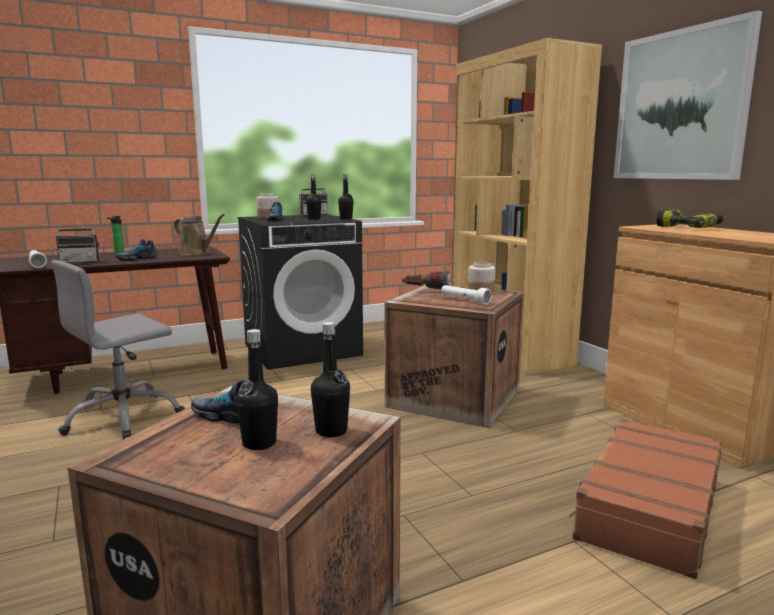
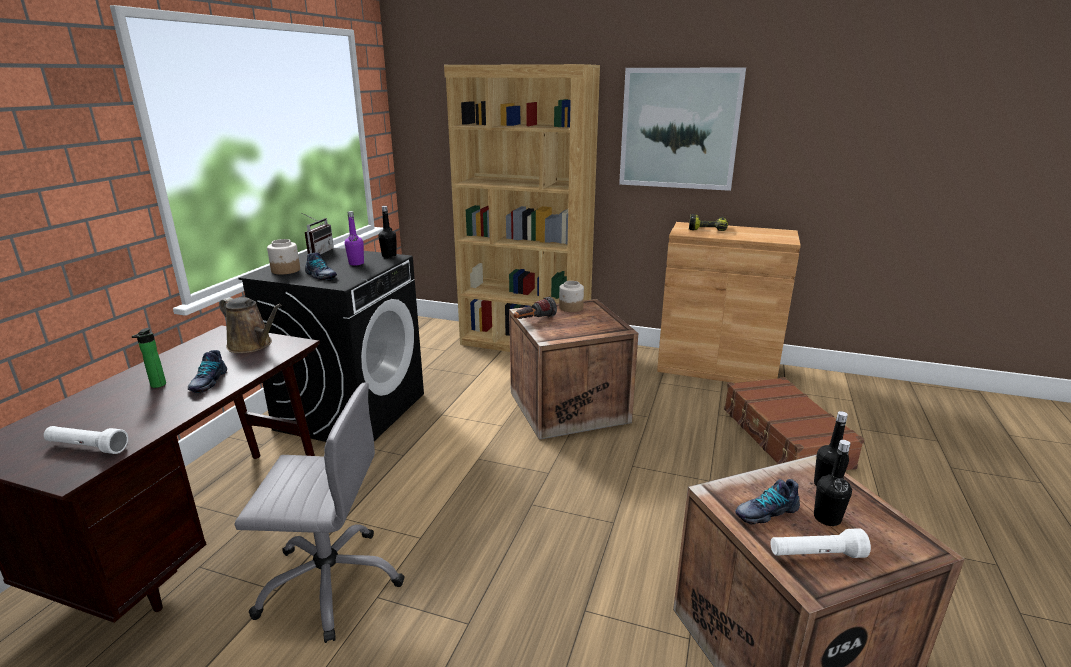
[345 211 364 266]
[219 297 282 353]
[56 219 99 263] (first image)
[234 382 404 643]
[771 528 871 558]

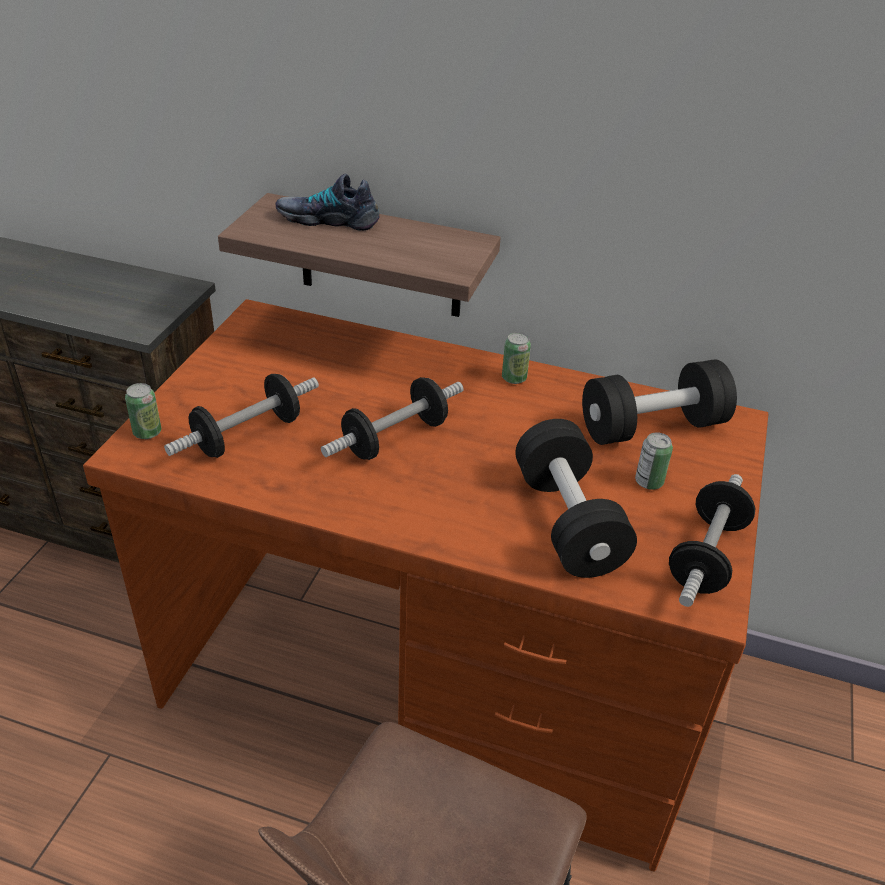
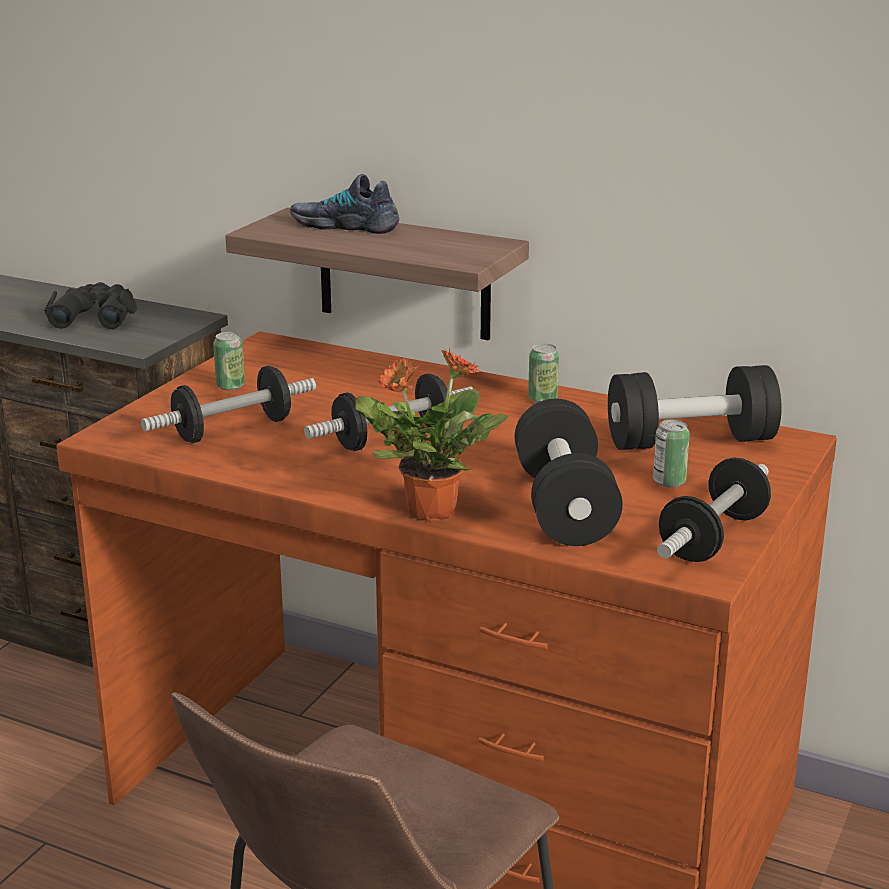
[213 332 245 391]
[44 282 137 329]
[355 347 509 521]

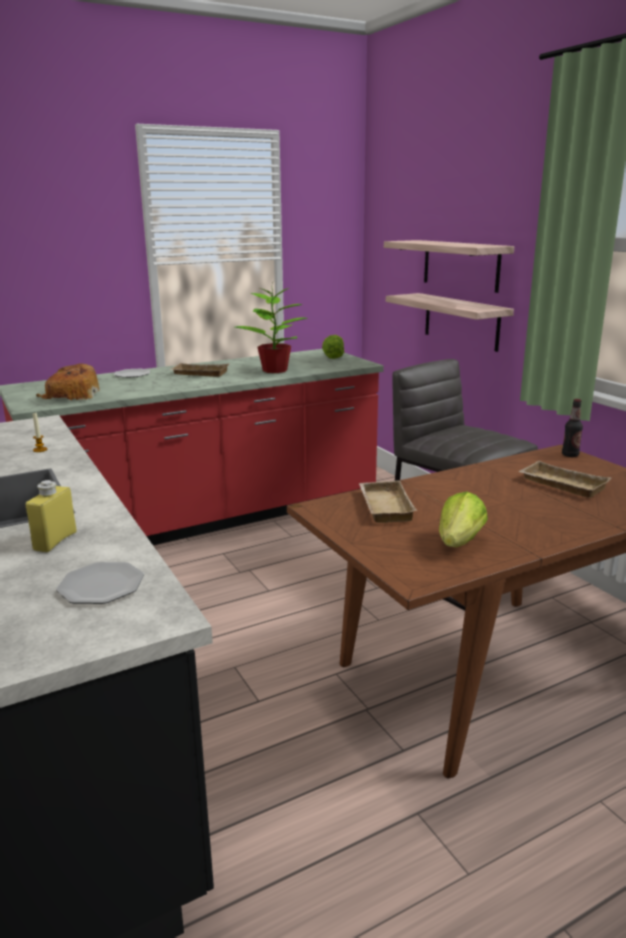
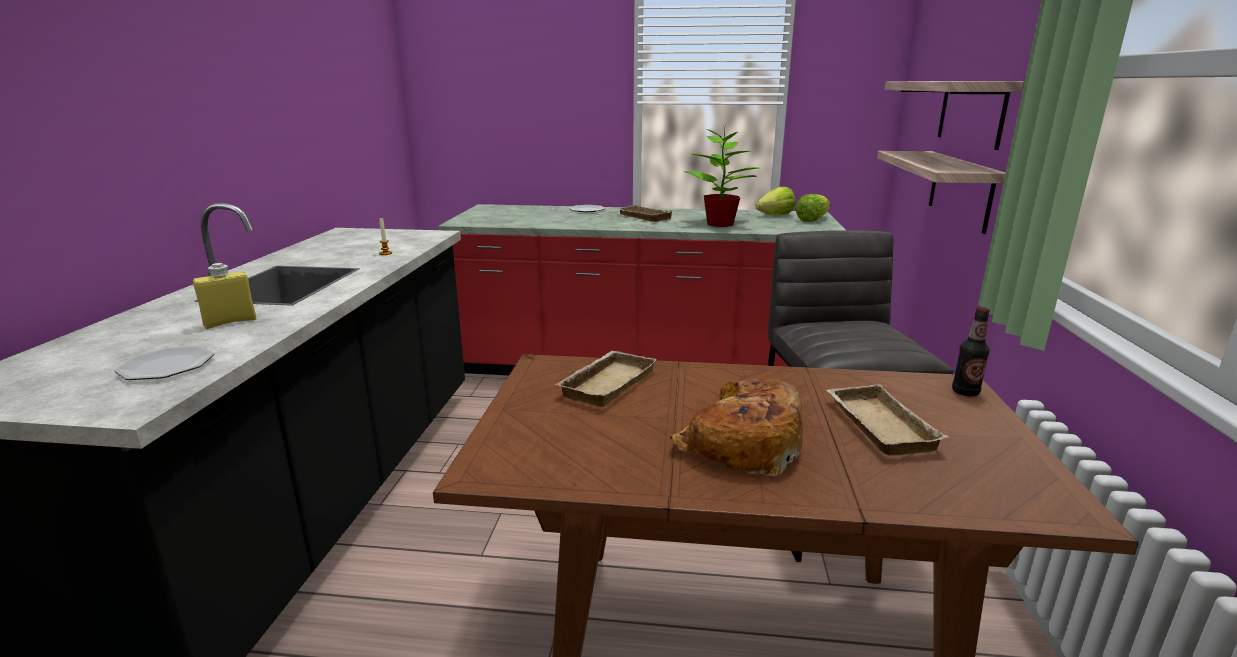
[670 378 803 476]
[756 186 796 216]

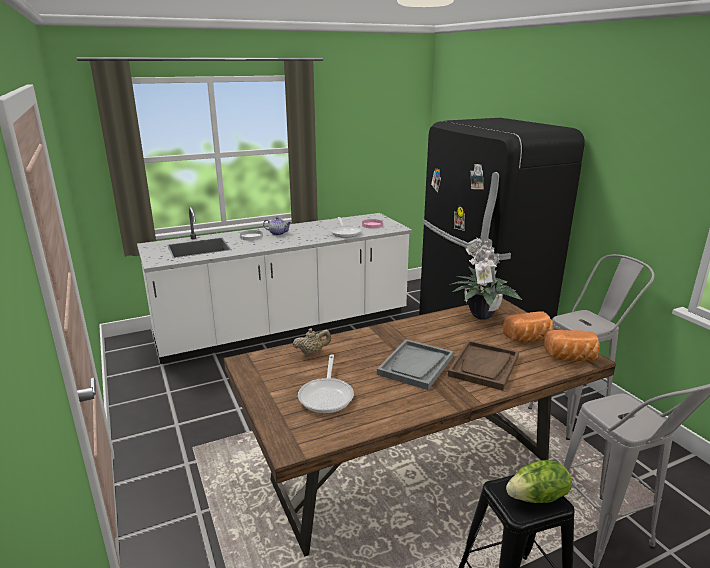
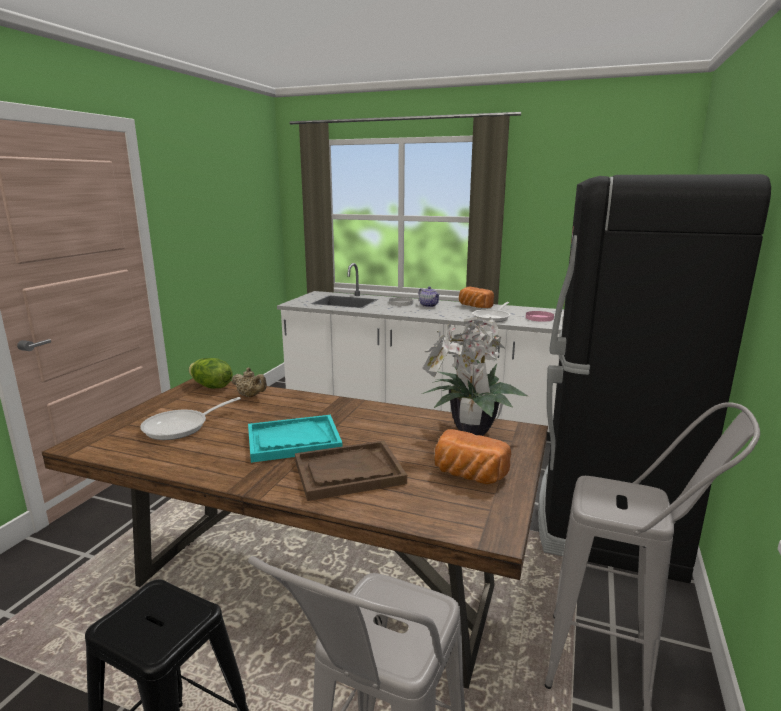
[459 286 494 308]
[248 415 343 463]
[189 358 233 388]

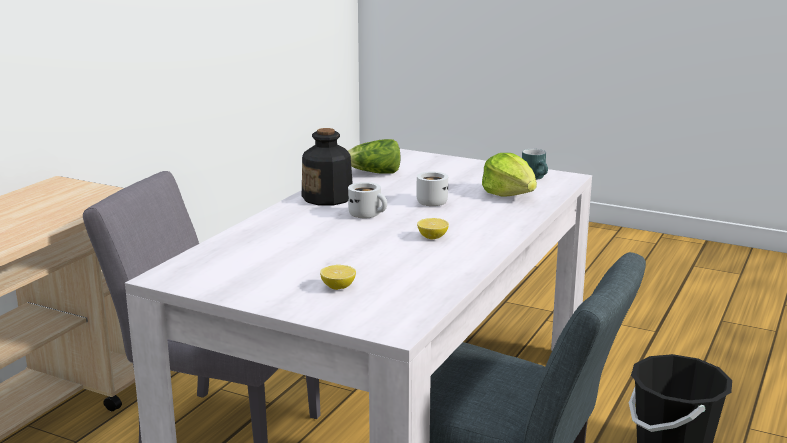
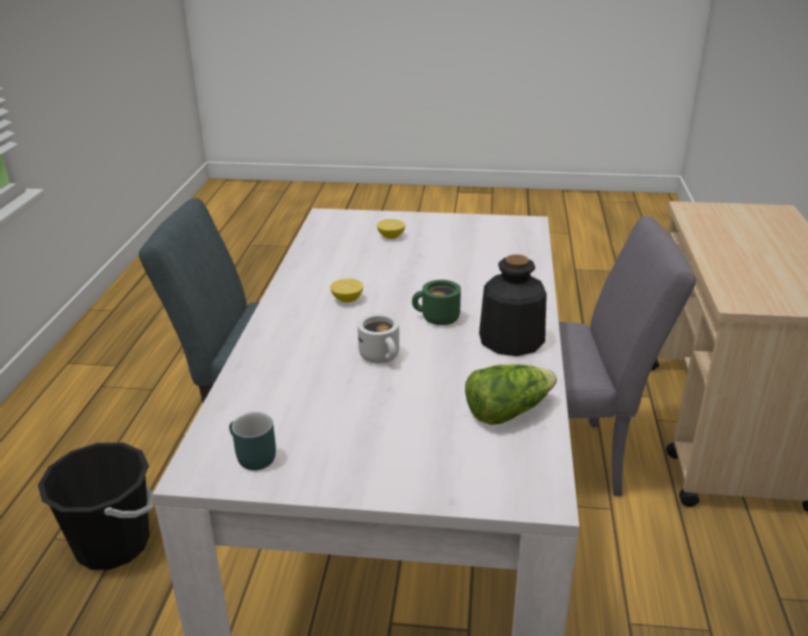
[482 153 537 196] (first image)
[412 280 461 325]

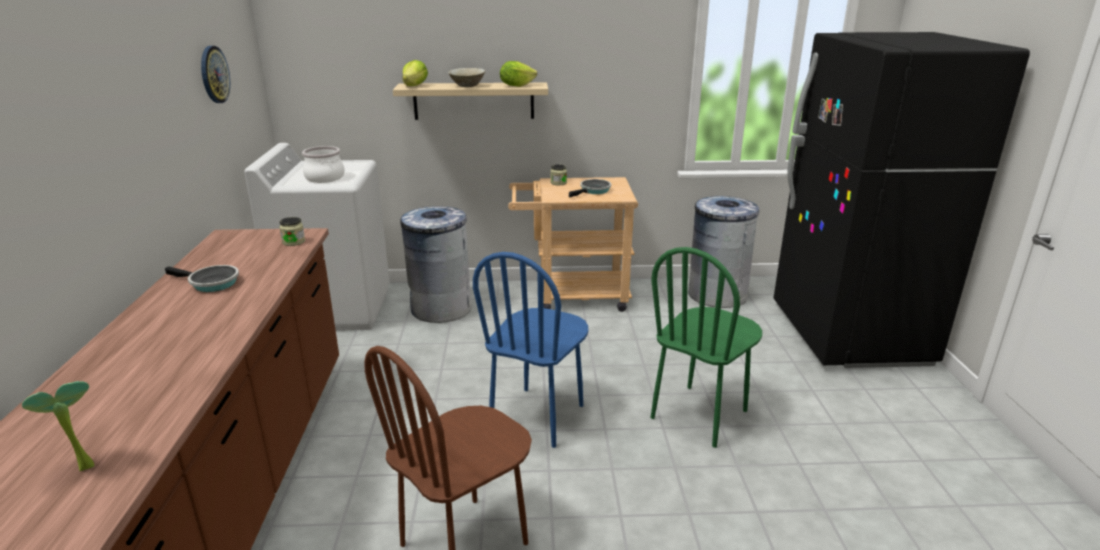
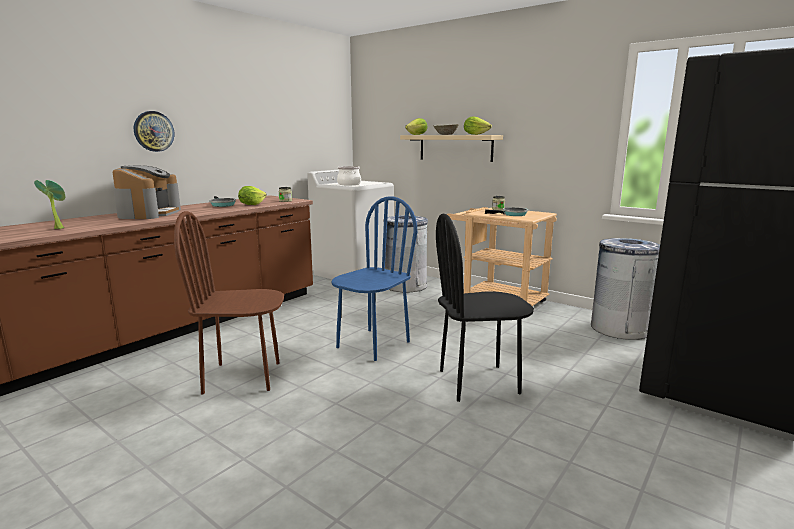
[134 111 174 152]
[436 214 534 402]
[332 196 417 361]
[113 165 181 219]
[238 186 267 205]

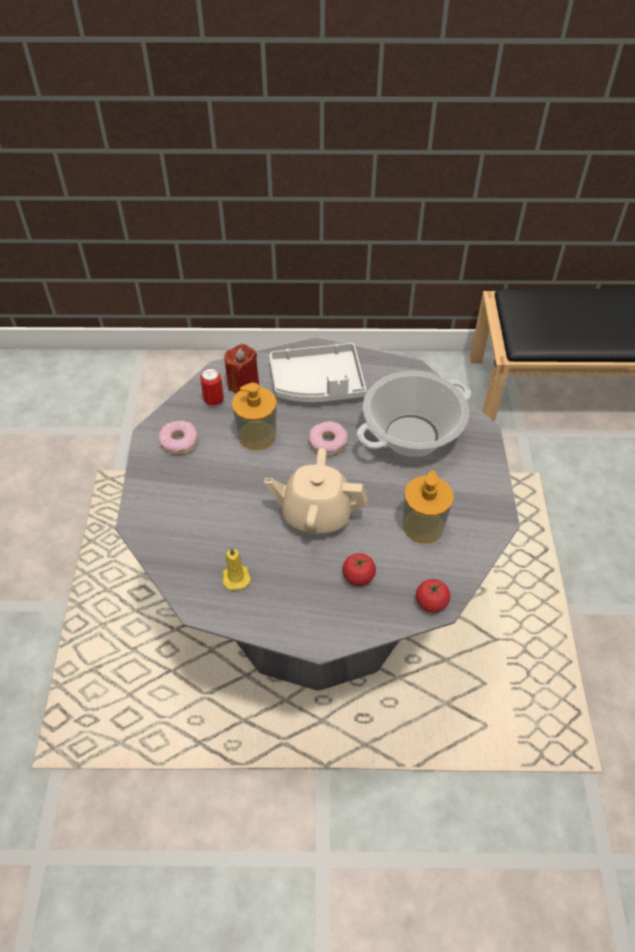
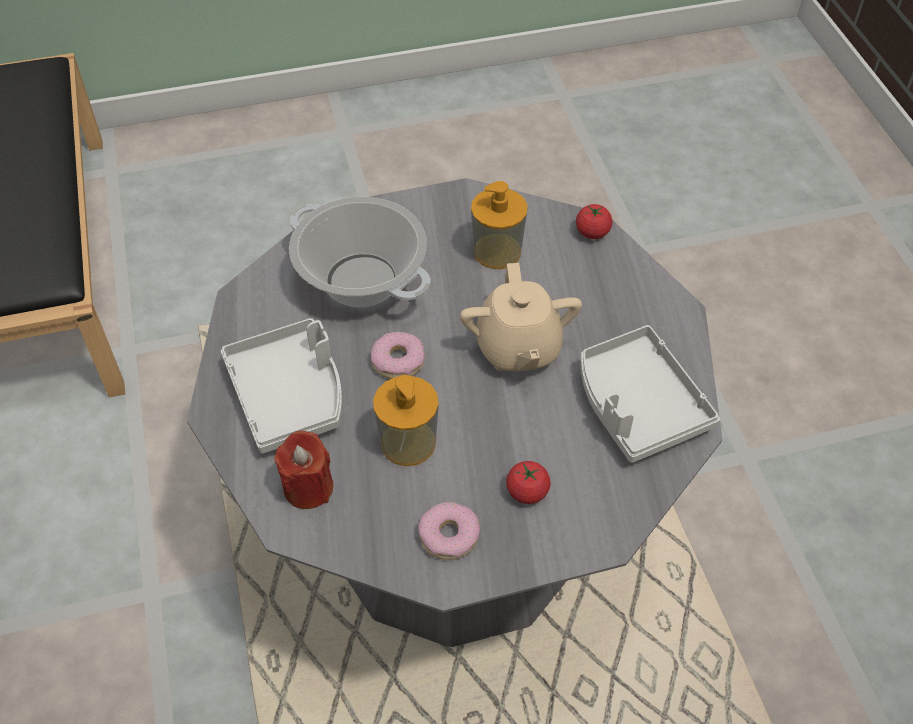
[200 368 224 407] (first image)
[581 325 720 463]
[506 461 550 504]

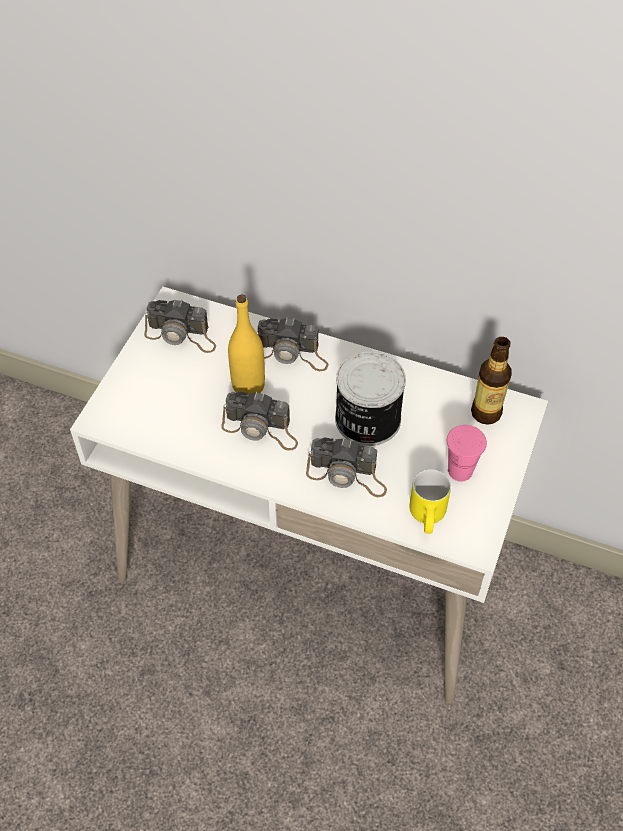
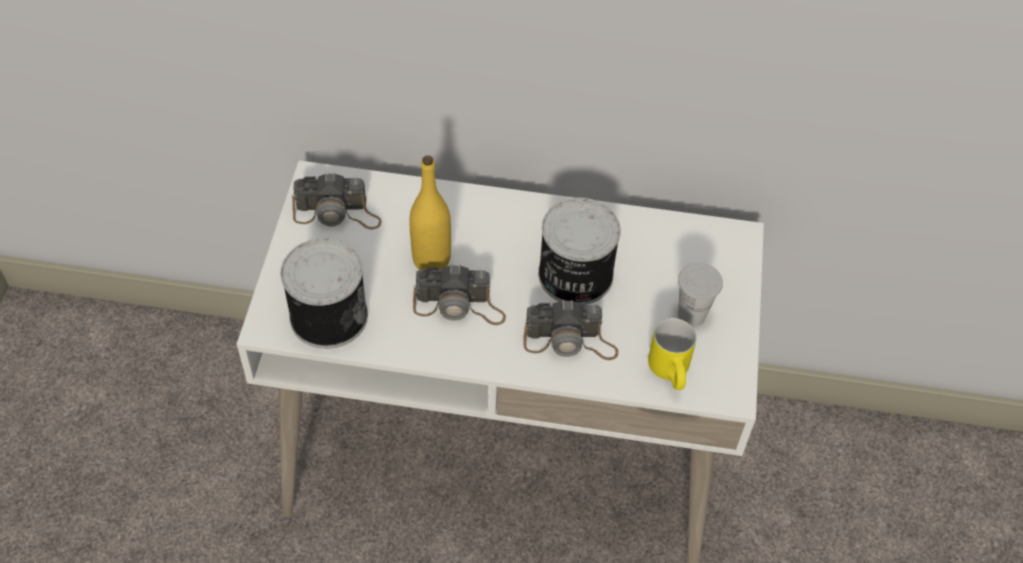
[257 317 328 371] (first image)
[471 337 512 425] (first image)
[678 263 723 327]
[281 238 368 349]

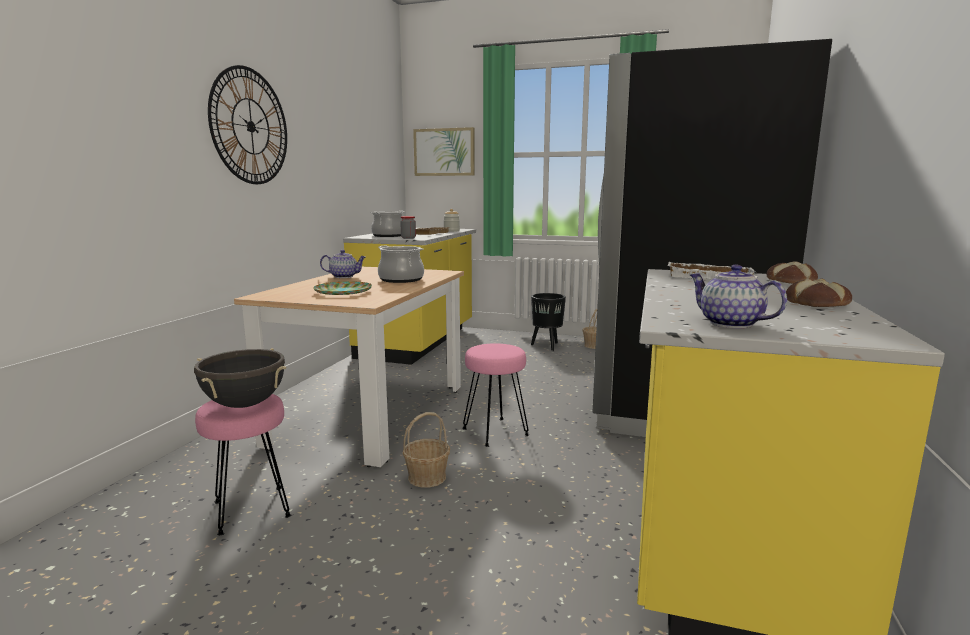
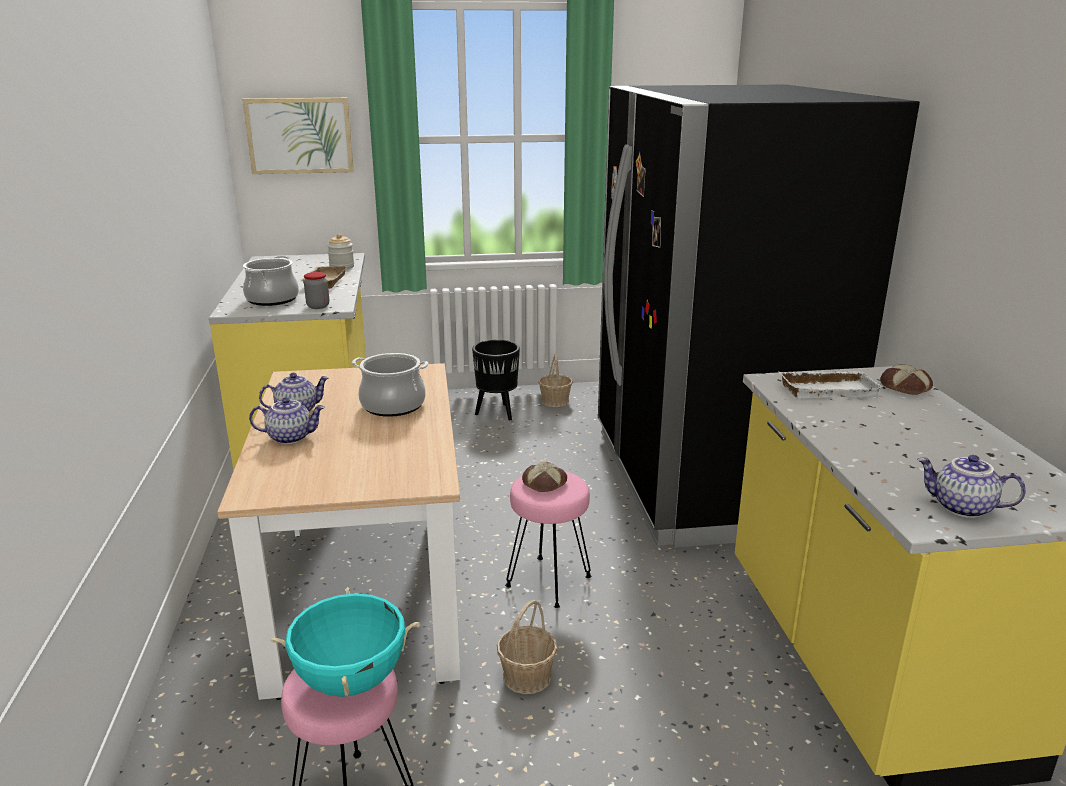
[208 65 287 184] (first image)
[522 462 567 492]
[313 281 372 295] (first image)
[270 587 419 697]
[249 397 325 444]

